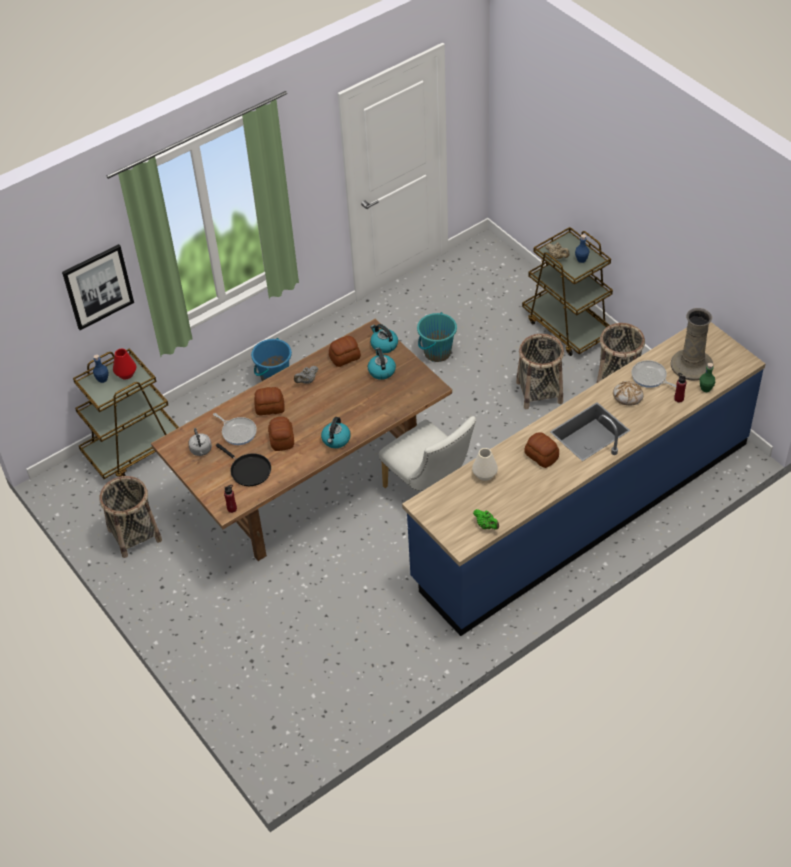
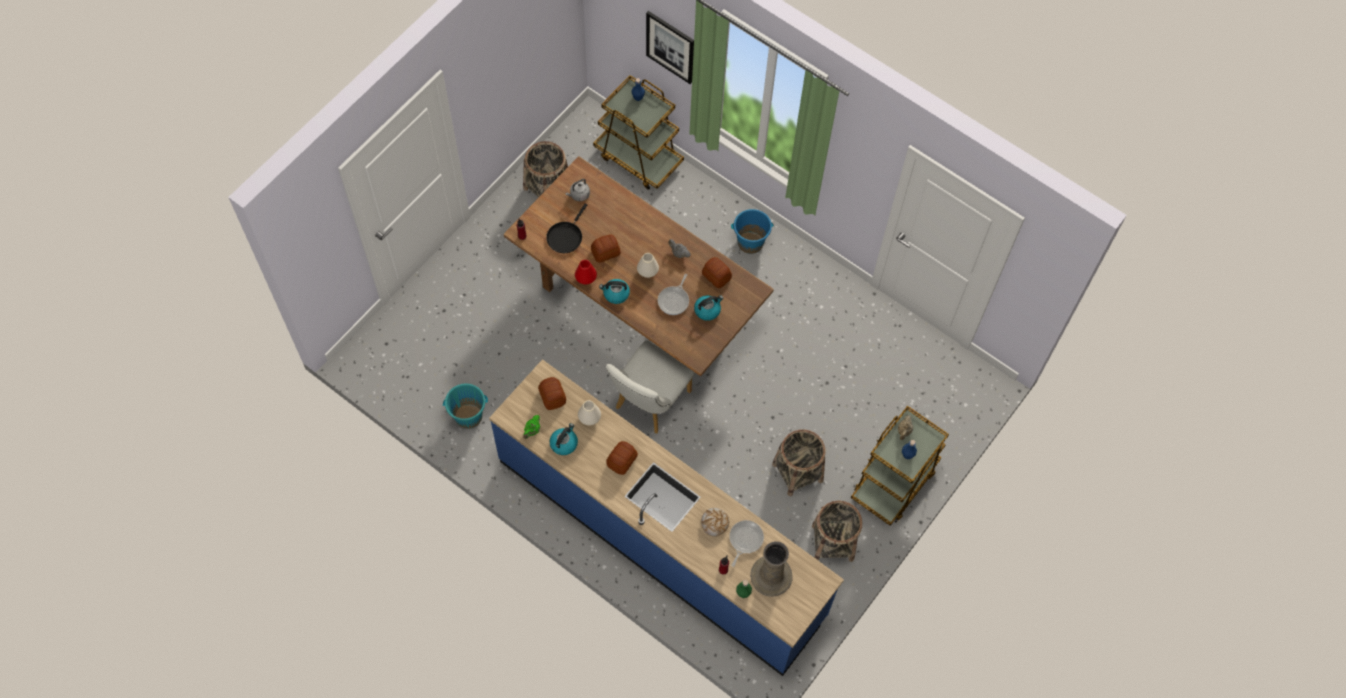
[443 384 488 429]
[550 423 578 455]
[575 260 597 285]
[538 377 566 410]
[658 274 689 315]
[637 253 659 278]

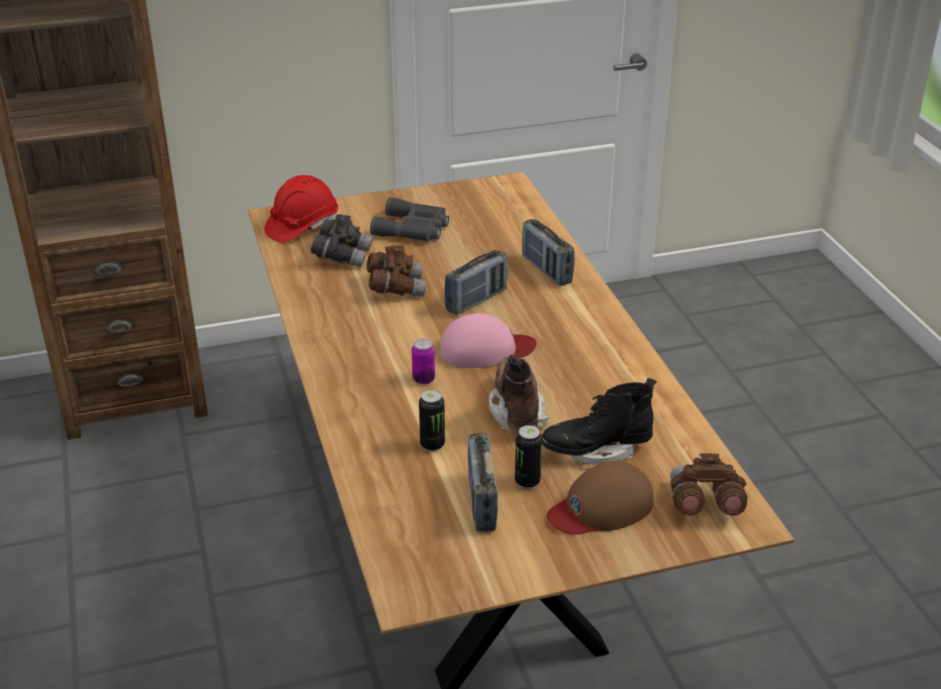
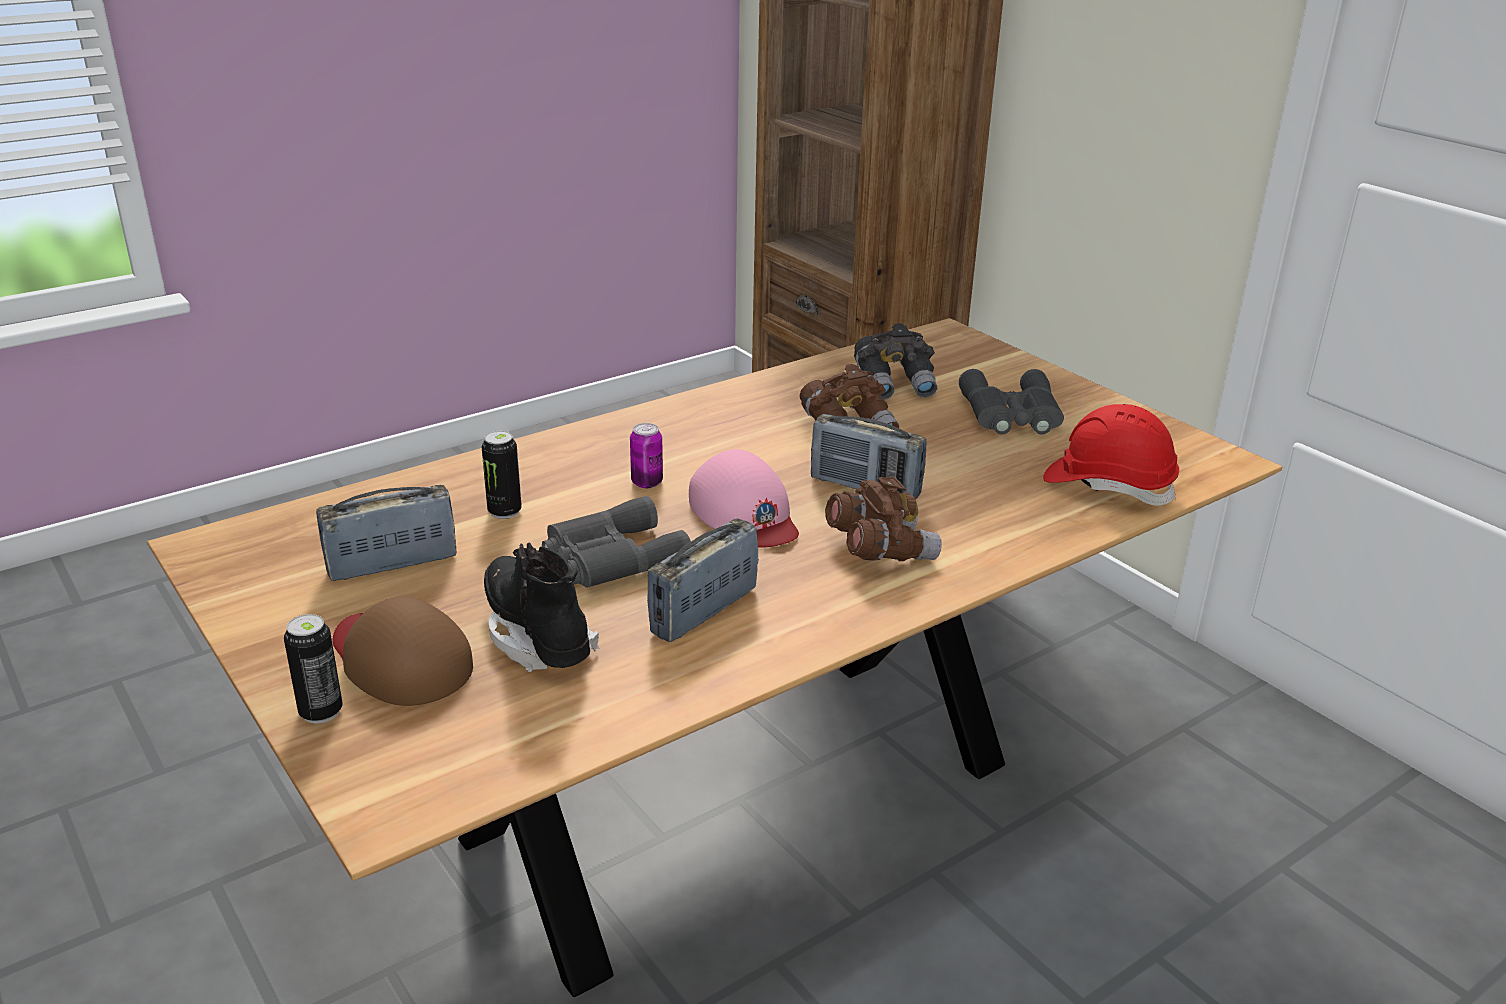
[1043 404 1179 506]
[647 518 759 642]
[542 496 691 588]
[284 614 343 723]
[825 476 942 561]

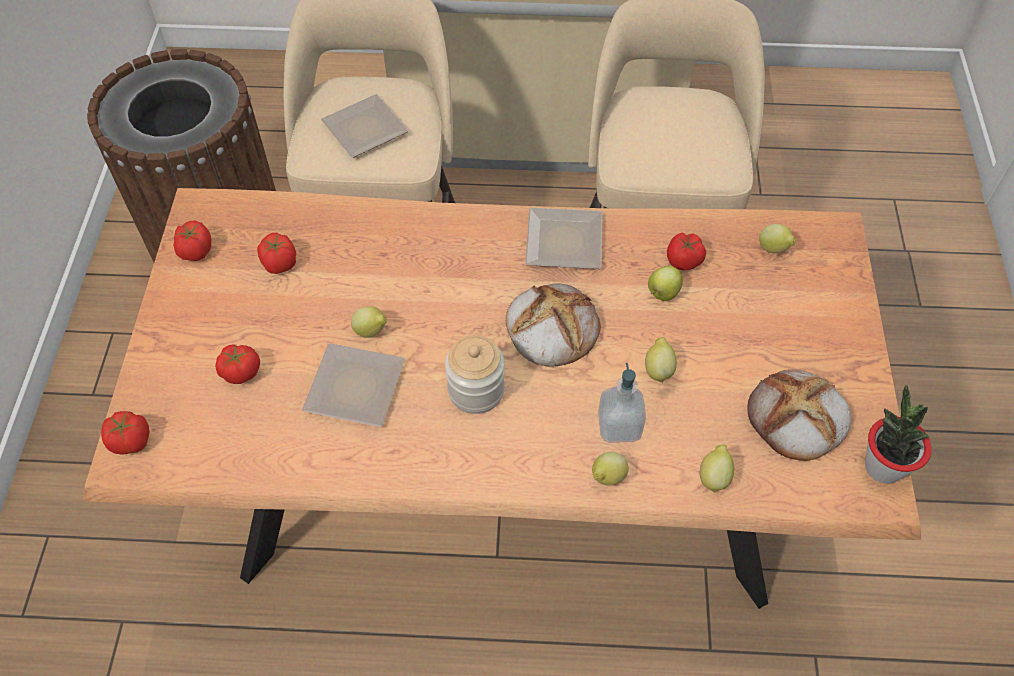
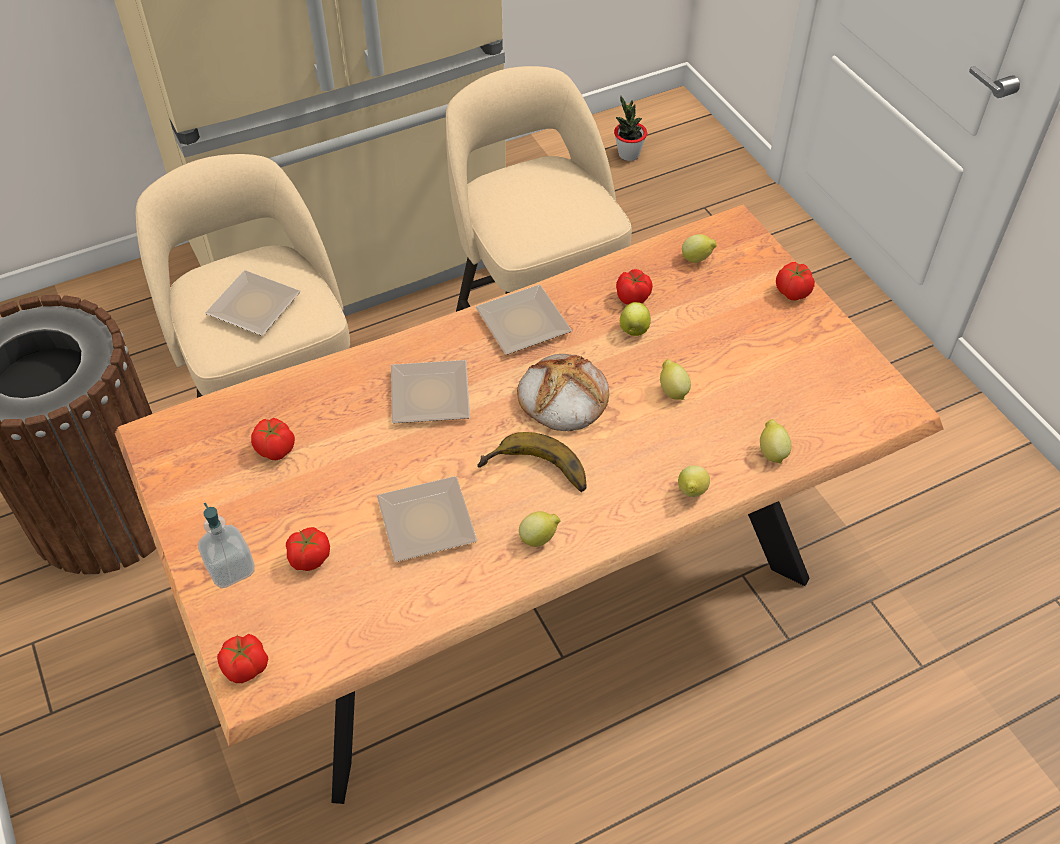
[776 262 815 301]
[519 511 561 547]
[477 432 587 492]
[198 503 255 588]
[747 369 851 461] (first image)
[614 96 647 161]
[391 360 470 423]

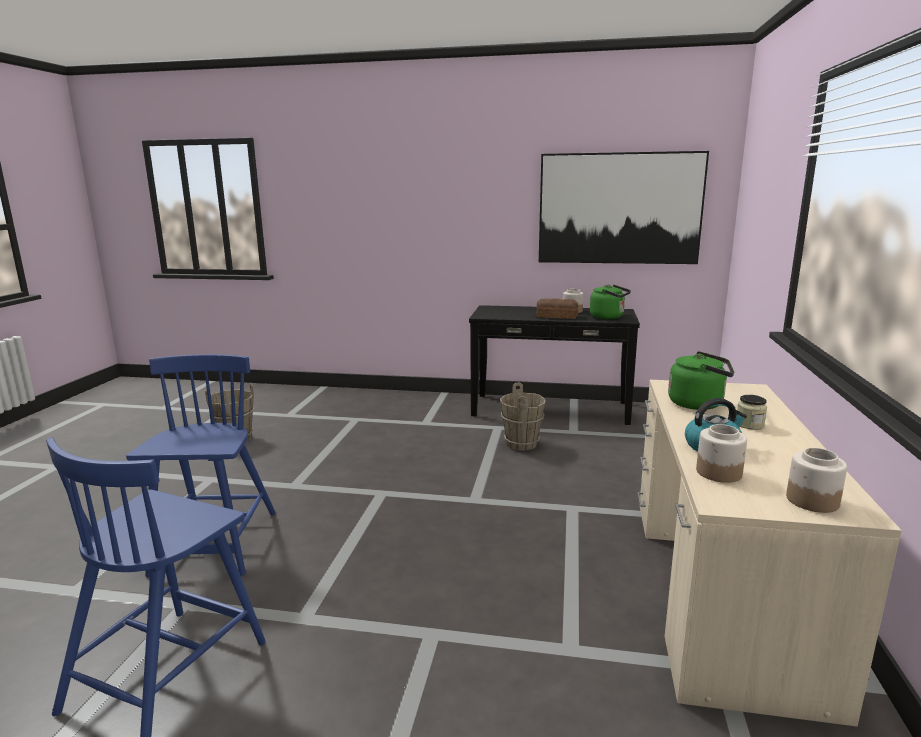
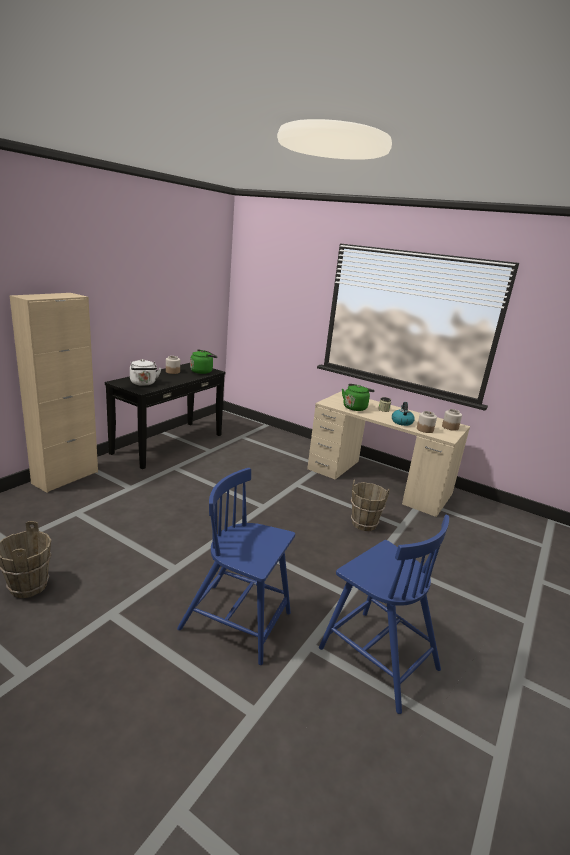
[539 151 709 264] (first image)
[536 299 579 319] (first image)
[351 480 390 531]
[9 293 98 493]
[130 359 161 386]

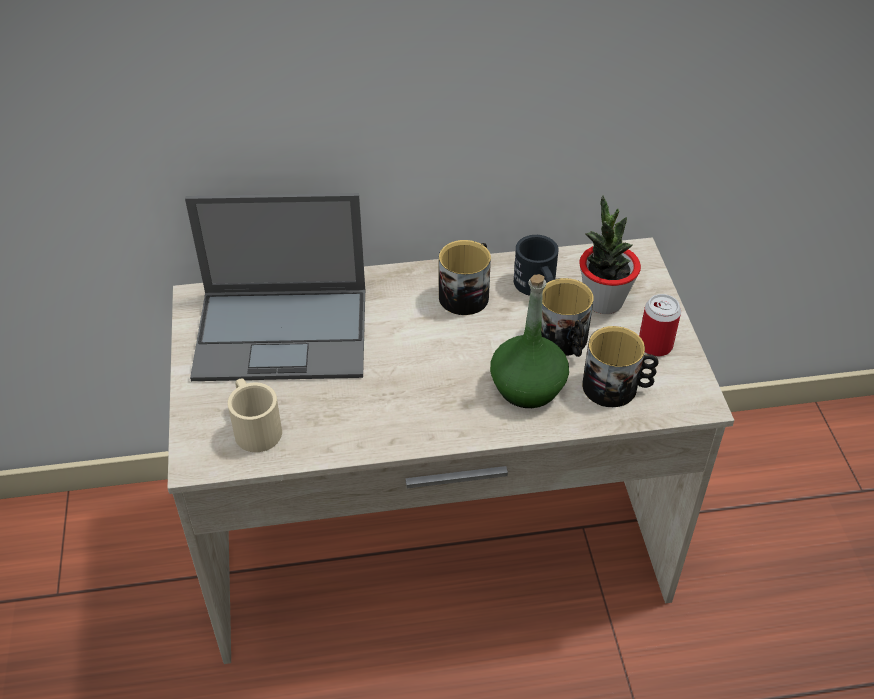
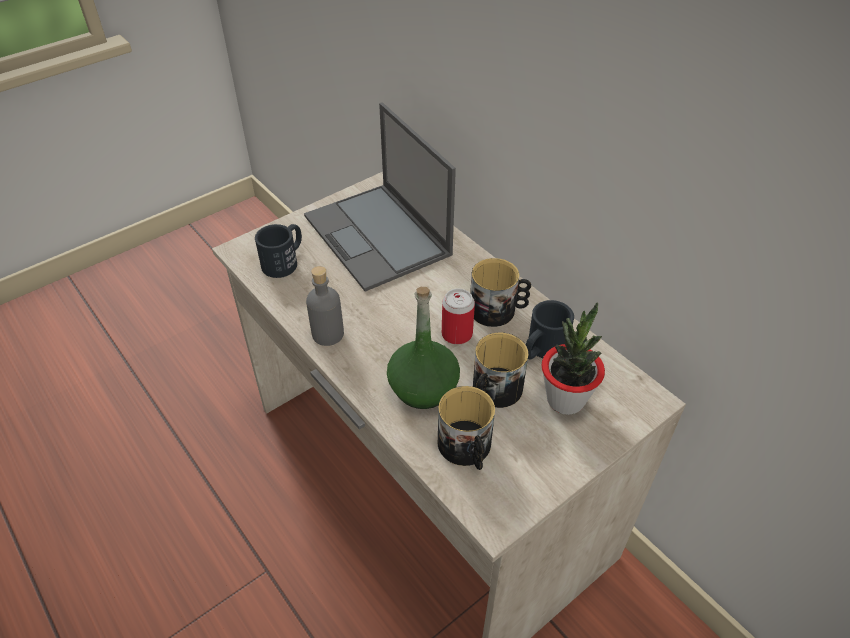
[442 289 475 345]
[255 224 302 278]
[306 266 344 346]

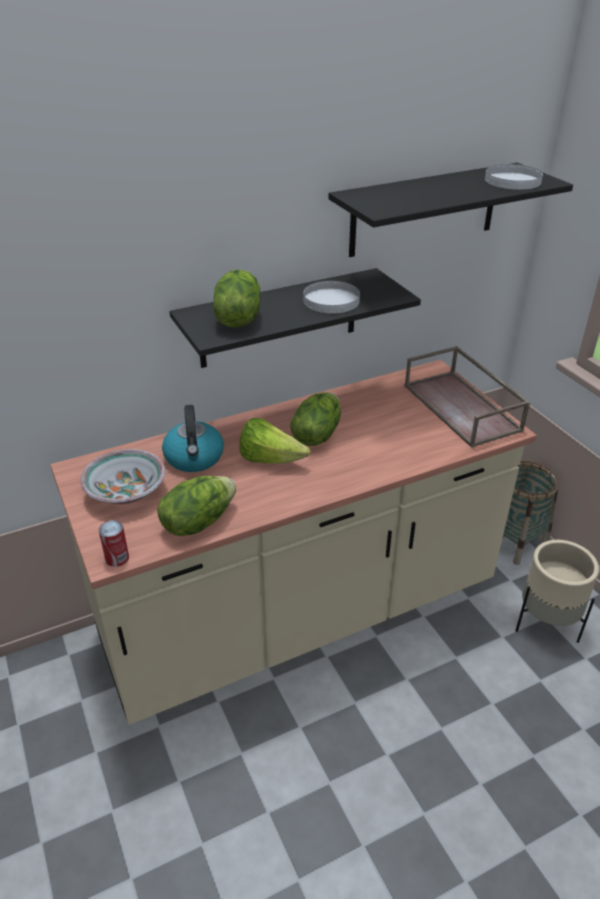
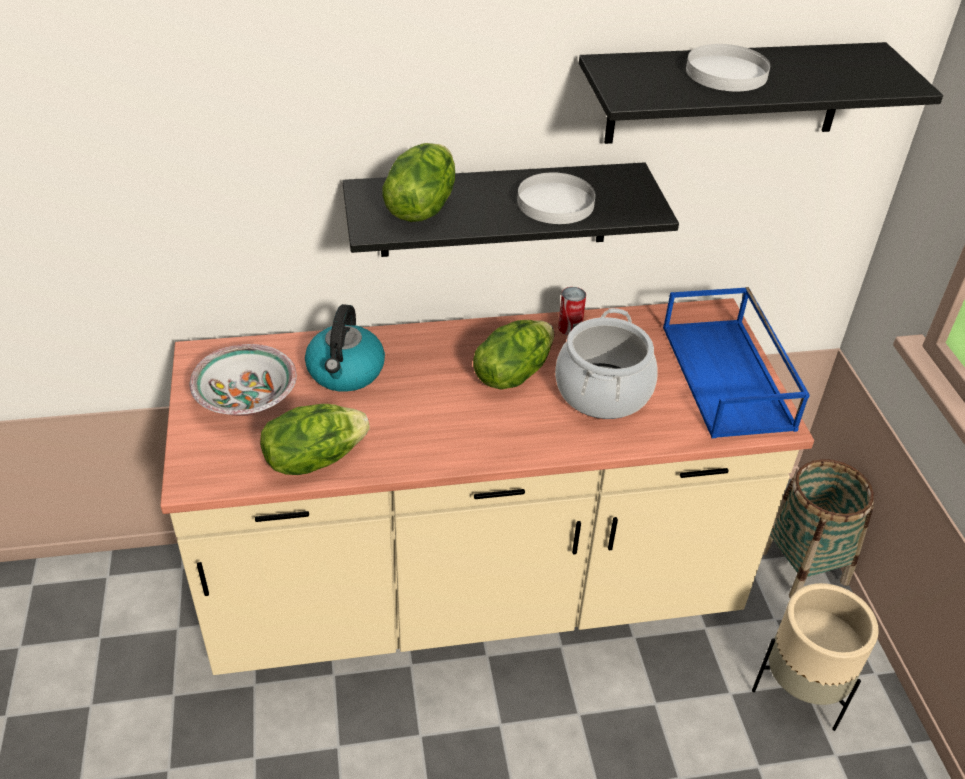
[686 44 770 92]
[663 287 810 438]
[239 418 310 464] (first image)
[558 287 586 335]
[555 308 658 419]

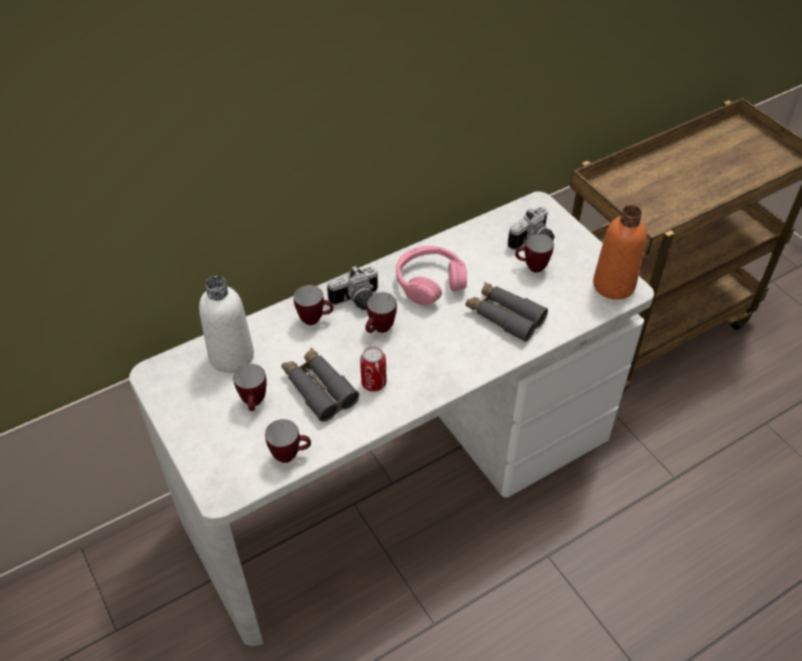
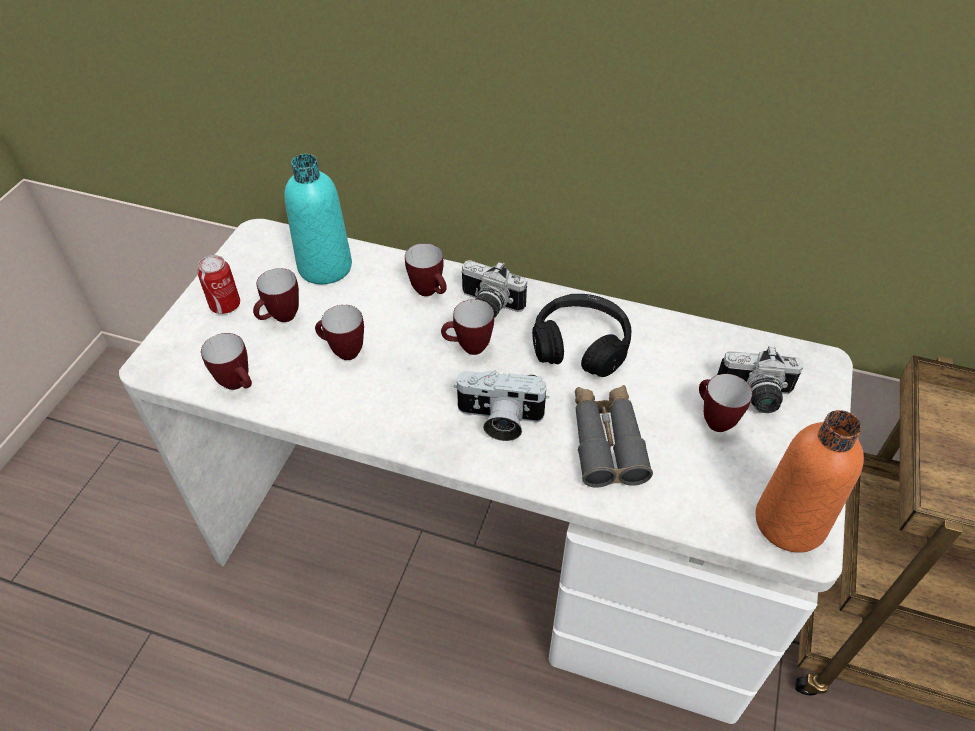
[532 294 631 377]
[284 154 352 284]
[197 255 240 314]
[315 305 364 360]
[454 371 549 441]

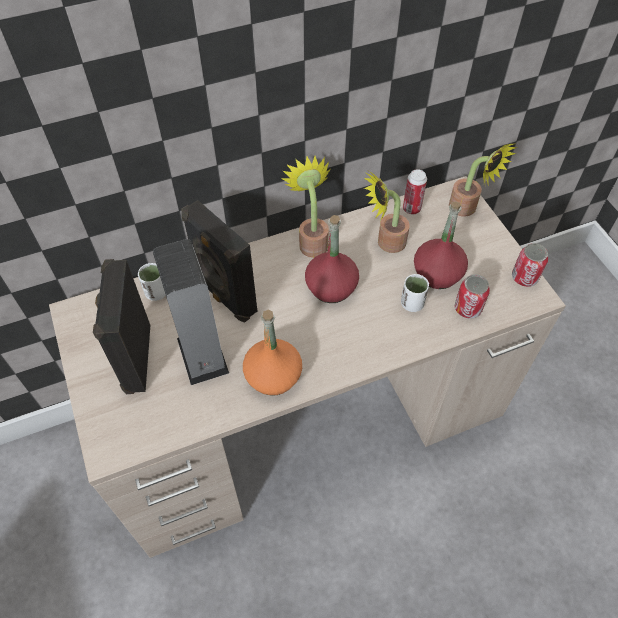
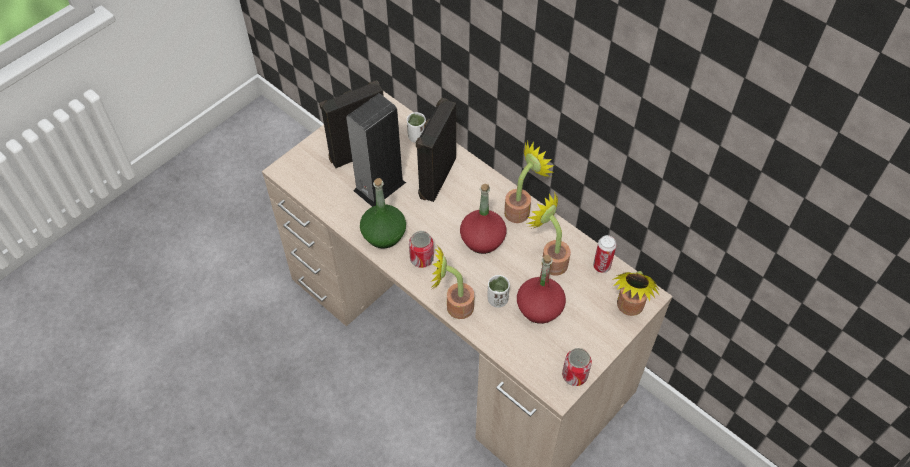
[409 231 434 268]
[360 178 406 248]
[432 245 474 319]

